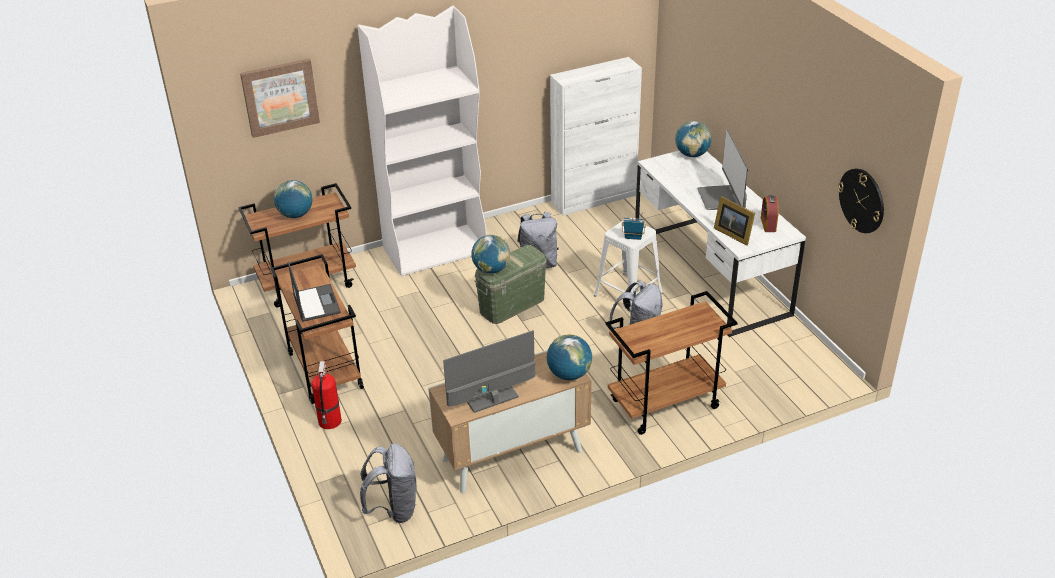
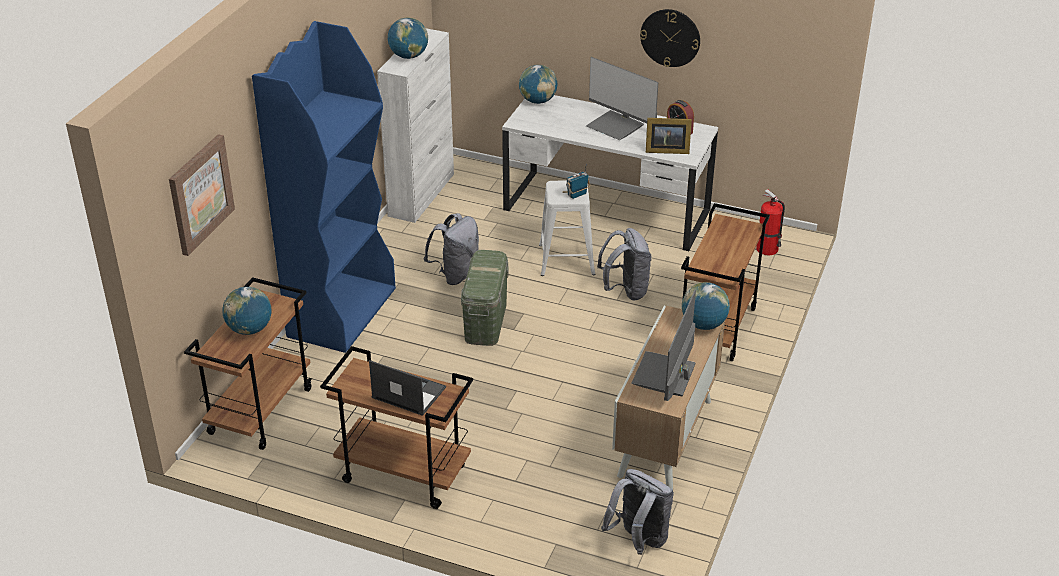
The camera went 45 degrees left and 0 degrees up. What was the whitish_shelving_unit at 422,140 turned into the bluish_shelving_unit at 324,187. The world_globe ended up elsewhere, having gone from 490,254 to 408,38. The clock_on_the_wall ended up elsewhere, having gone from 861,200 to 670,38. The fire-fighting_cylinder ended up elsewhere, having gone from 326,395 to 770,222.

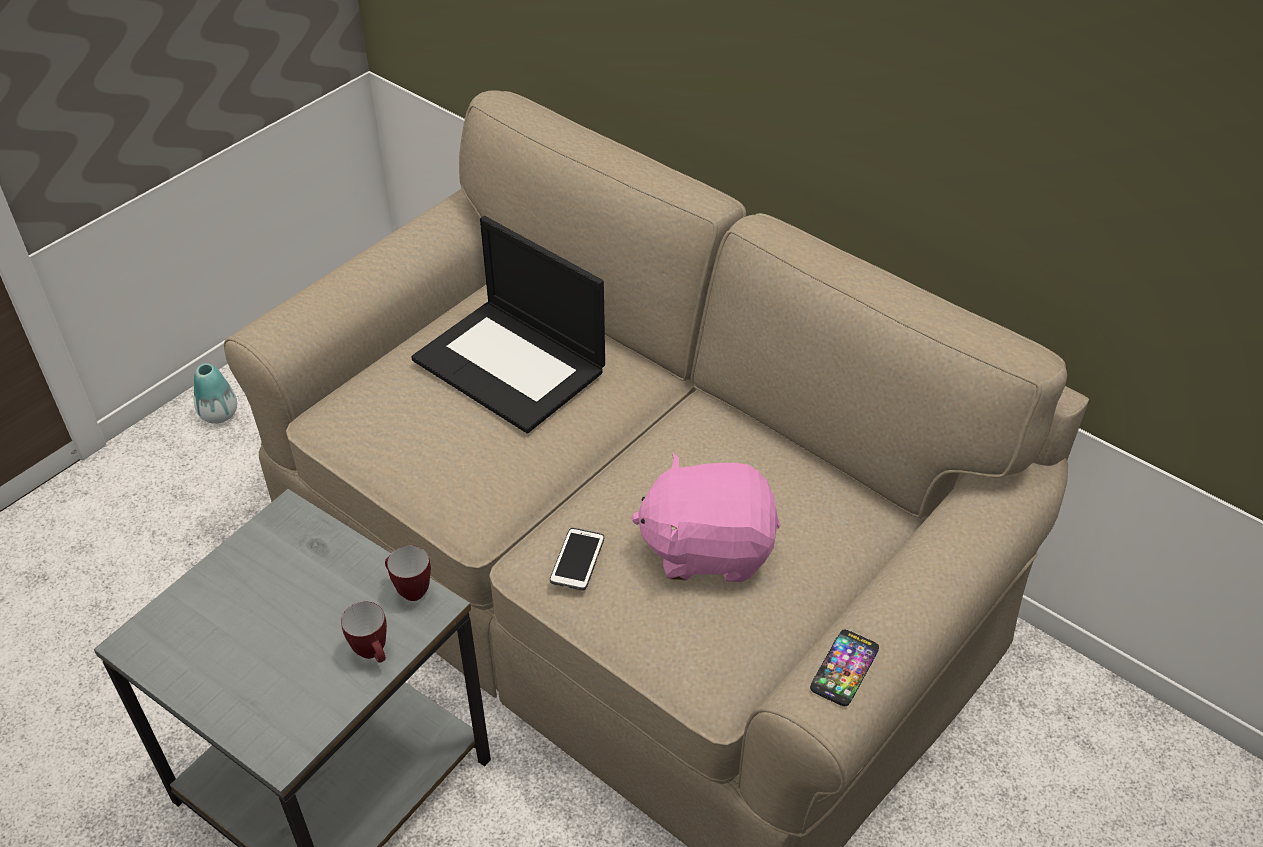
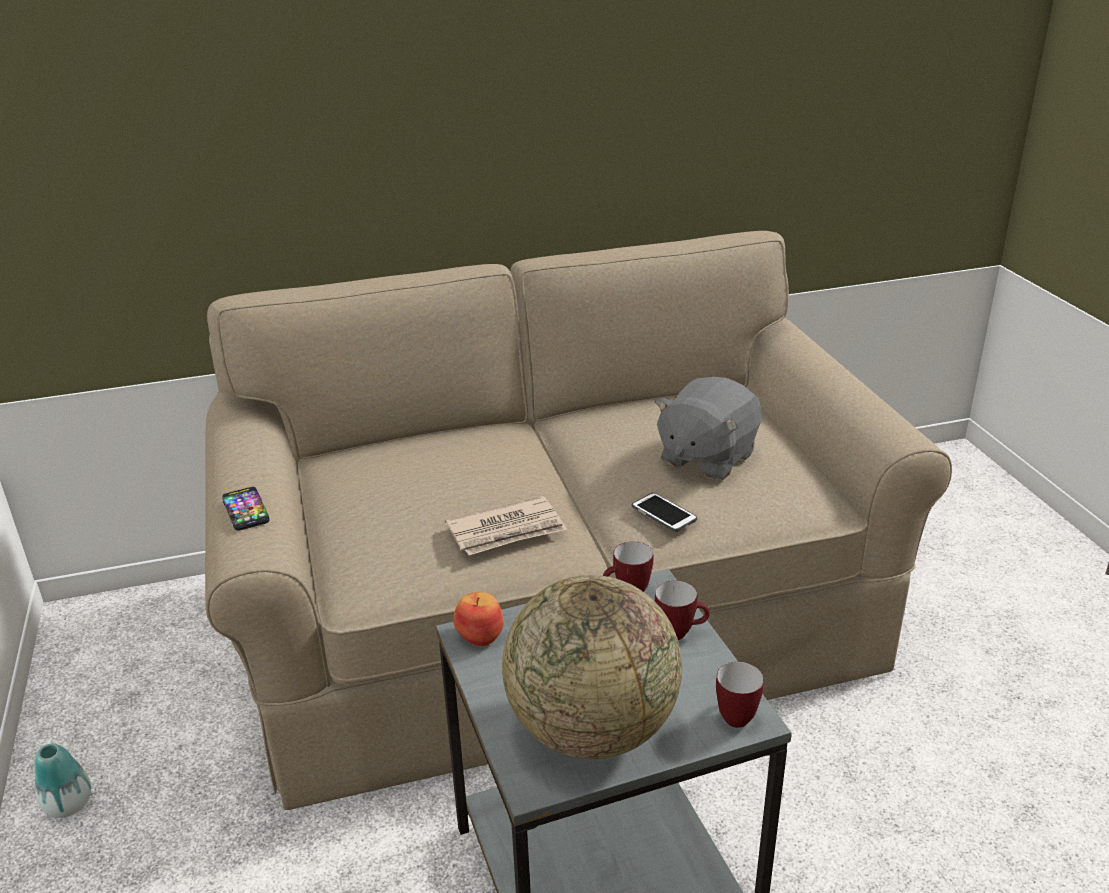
The camera went 55 degrees left and 15 degrees down. The telephone ended up elsewhere, having gone from 844,668 to 246,509. The second view gained the newspaper at 506,525. The second view gained the apple at 478,619. The second view gained the world_globe at 592,667. What was the pink-coloured_plush_toy at 705,517 turned into the grey_plush_toy at 708,428. The second view gained the coffee_mug at 740,695. The second view lost the portable_computer at 508,325.

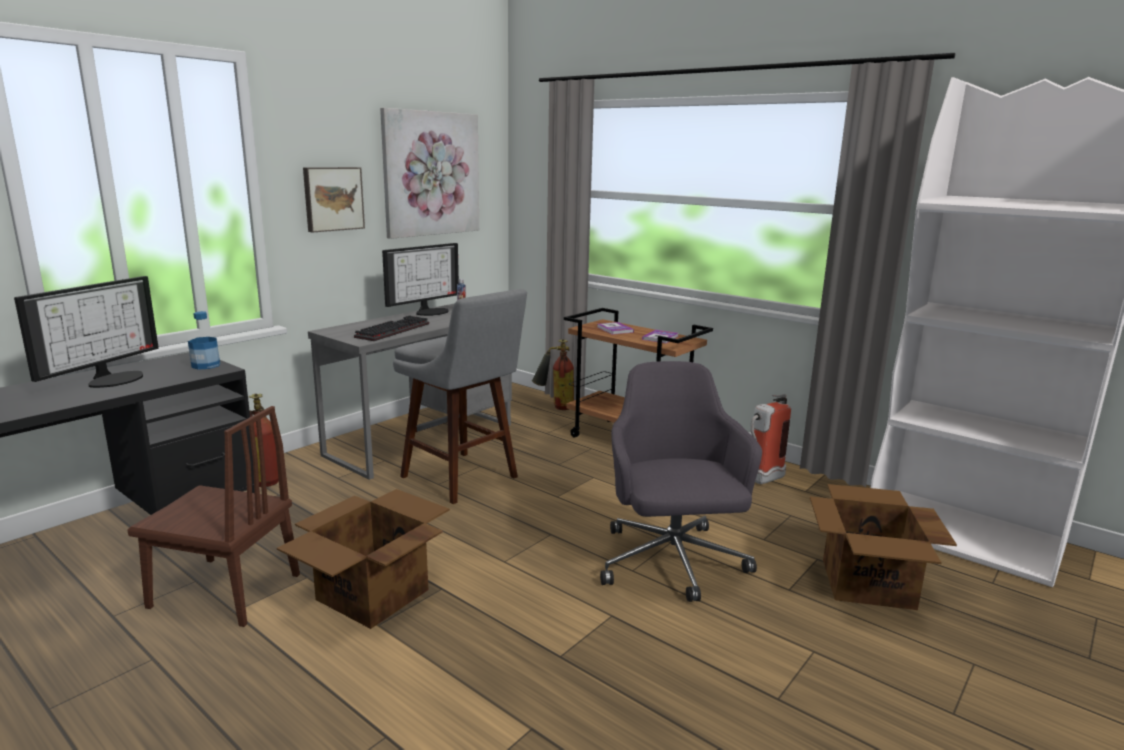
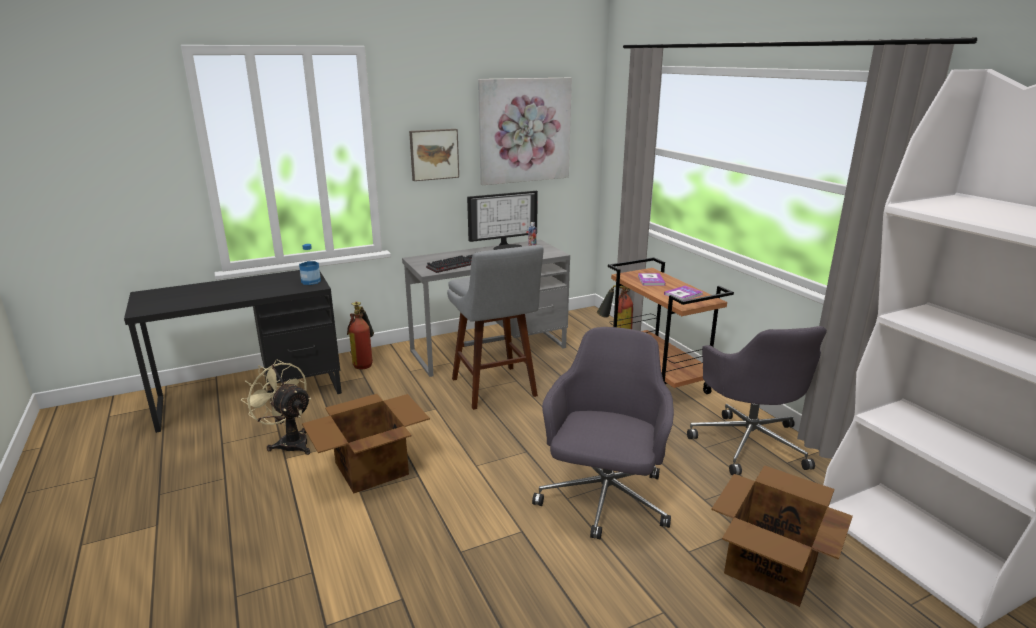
The camera went 25 degrees right and 5 degrees up. Where the brownish_plain_chair stood at 213,516, the beige-coloured_electric_fan came to stand at 276,407. Where the fire-fighting_cylinder stood at 770,439, the grey_computer_chair came to stand at 757,400. The second view lost the monitor at 86,332.

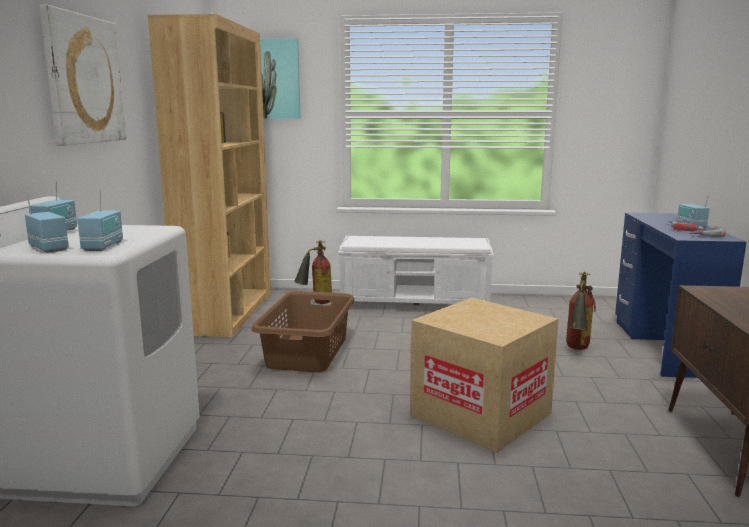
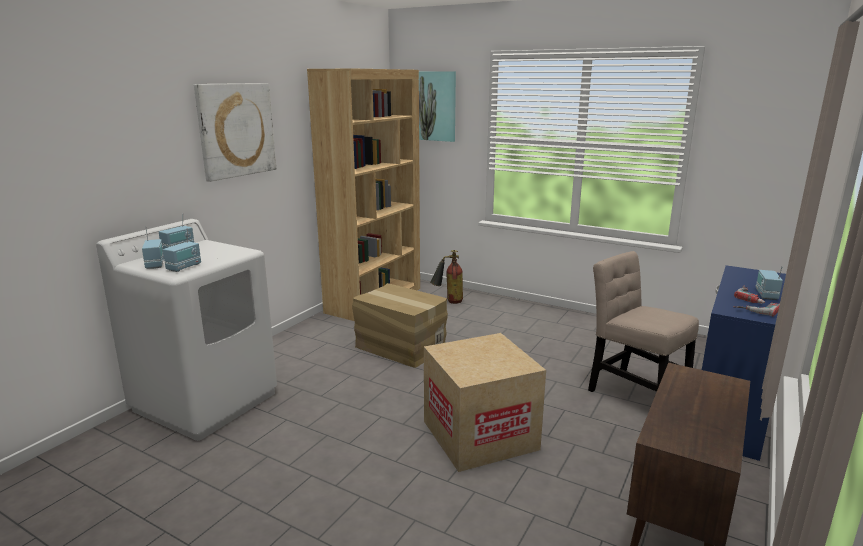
The camera went 25 degrees right and 5 degrees up. Where the brownish_hamper stood at 303,331, the carton came to stand at 400,325. Where the fire-fighting_cylinder stood at 581,311, the beige-coloured_plain_chair came to stand at 643,321. The second view lost the whitish_long_seat at 416,270.

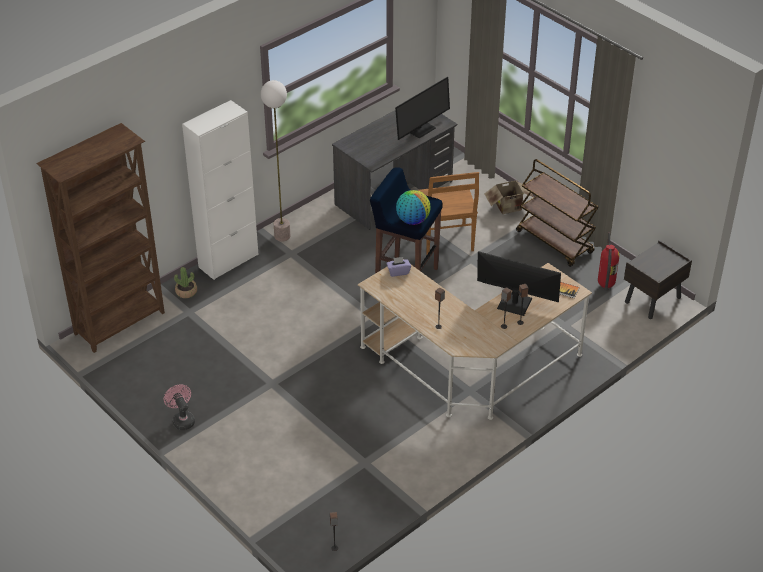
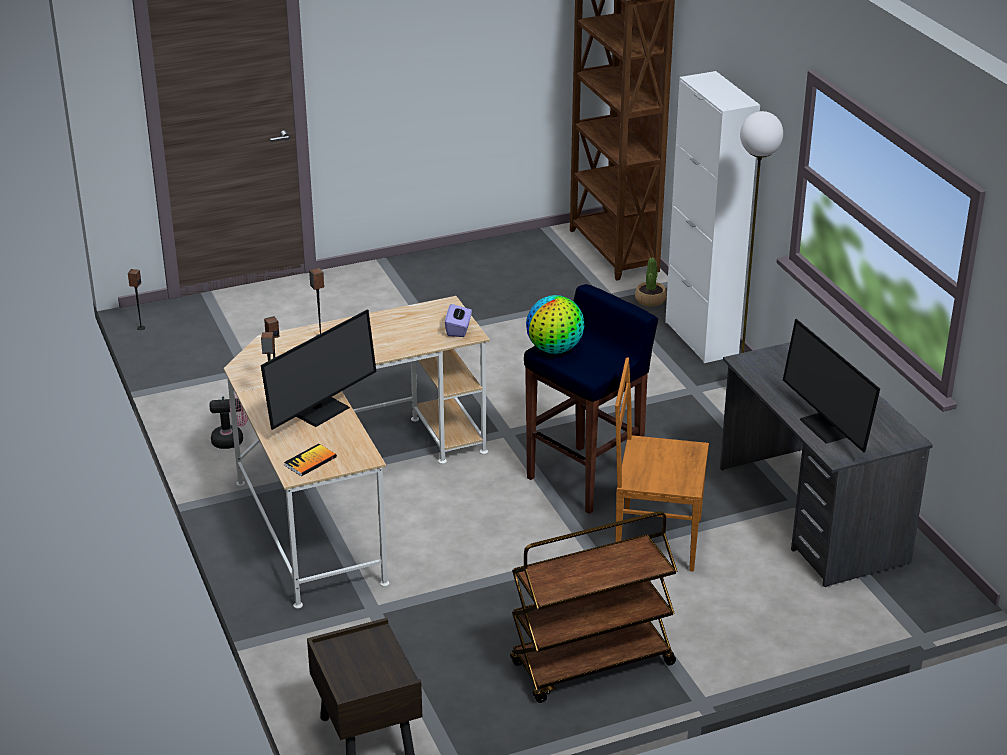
The camera went 110 degrees right and 10 degrees down. The pink-coloured_electric_fan ended up elsewhere, having gone from 179,407 to 229,421. The second view lost the carton at 509,197. The second view lost the fire-fighting_cylinder at 609,261.

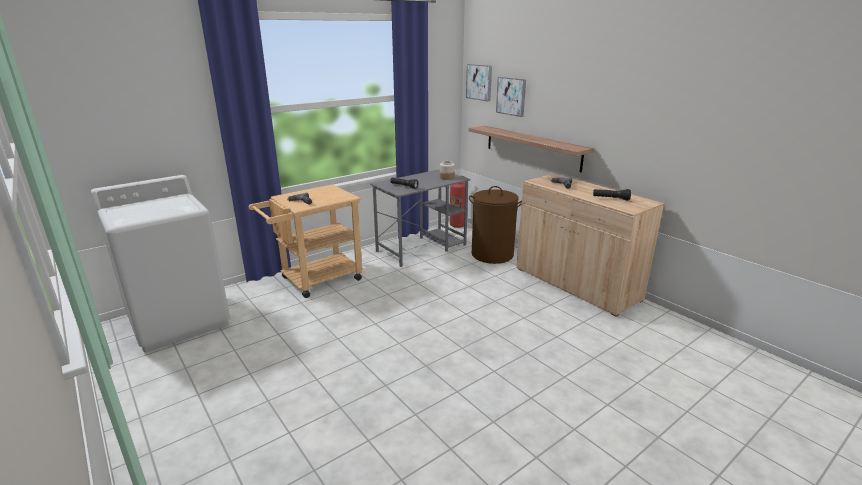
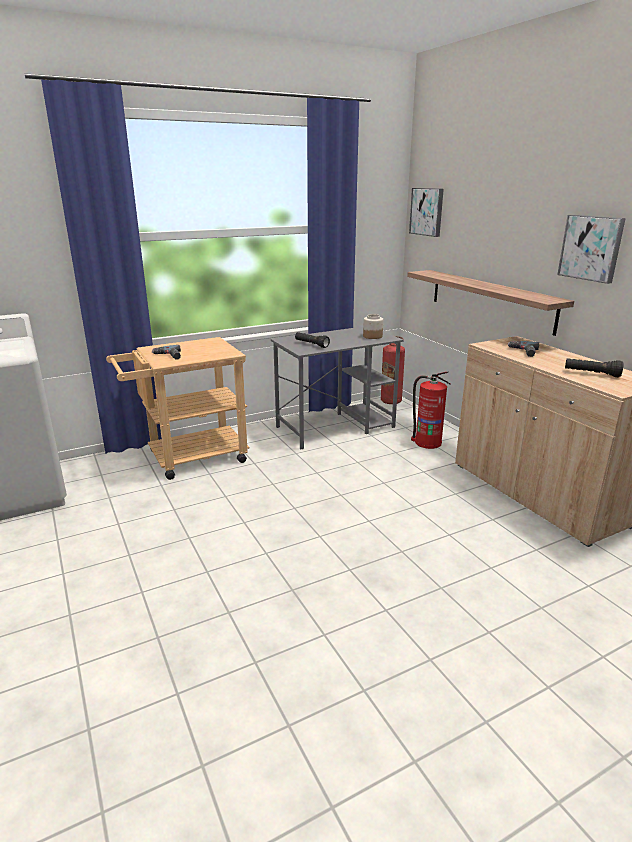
The camera went 10 degrees right and 0 degrees up. Where the brownish_hamper stood at 495,225, the fire-fighting_cylinder came to stand at 431,410. The wall_picture ended up elsewhere, having gone from 511,97 to 591,249.

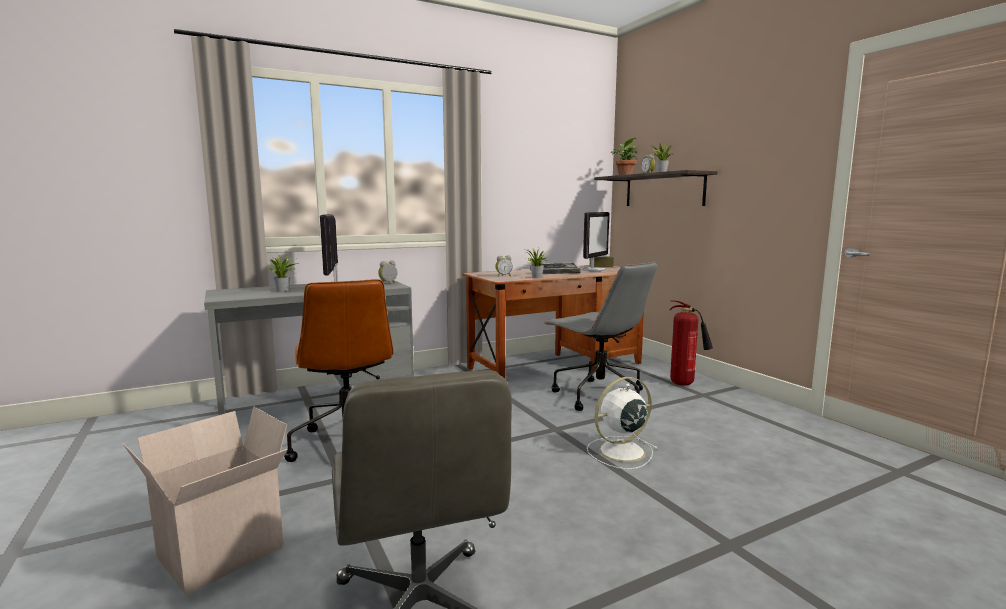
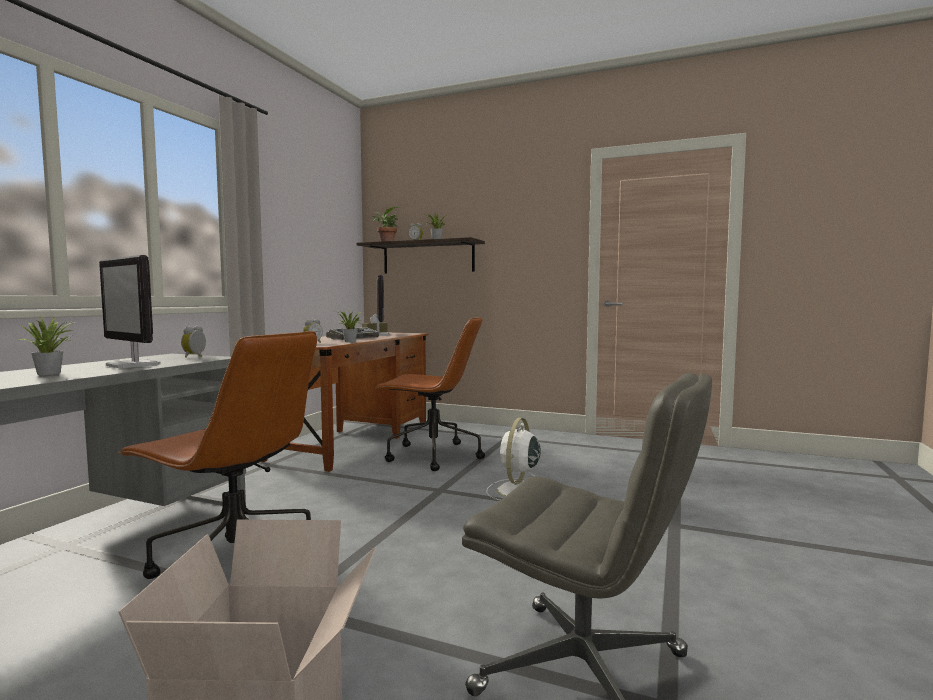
The camera went 40 degrees left and 5 degrees down. What was the grey_computer_chair at 601,336 turned into the brownish_computer_chair at 430,393. The second view lost the fire-fighting_cylinder at 691,342.

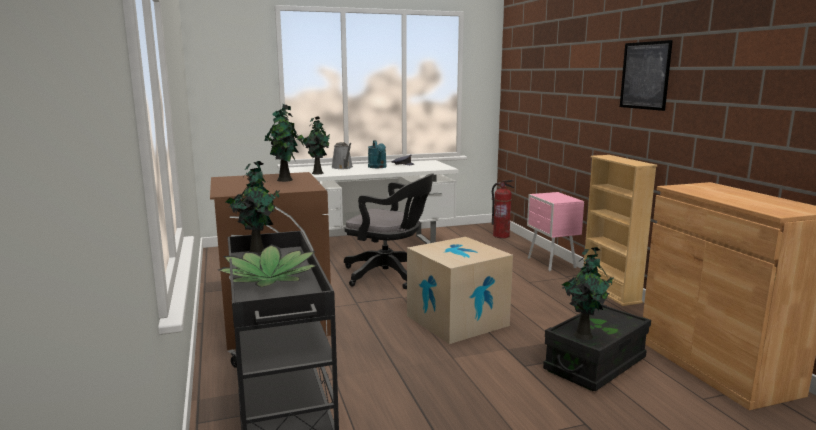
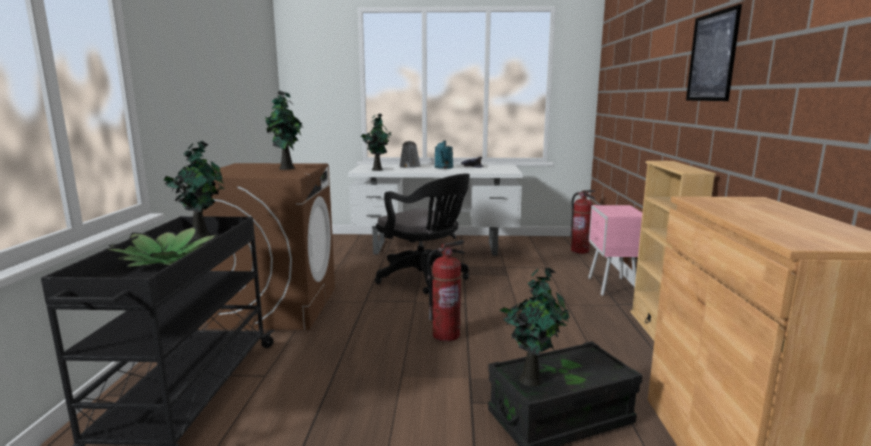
The camera went 20 degrees right and 0 degrees up. Where the carton stood at 460,290, the fire-fighting_cylinder came to stand at 446,291.

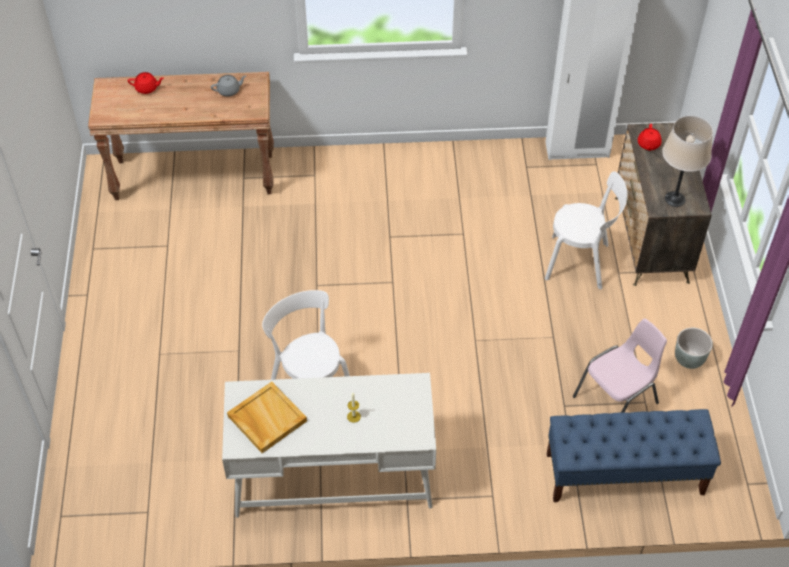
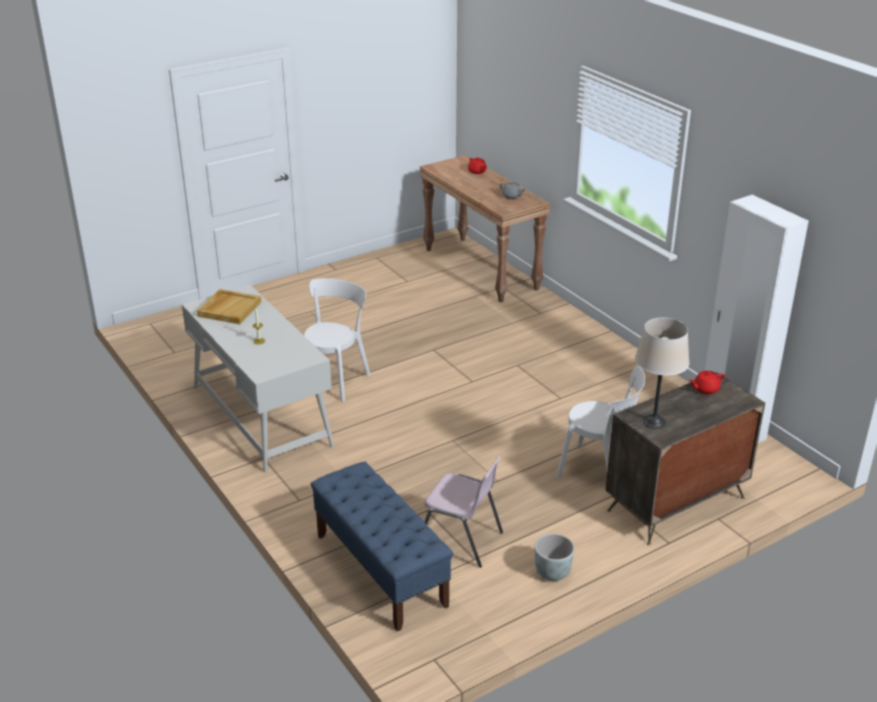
The camera went 60 degrees right and 20 degrees down. The whitish_plain_chair at 586,230 ended up facing another way, 45 degrees counterclockwise from before.

